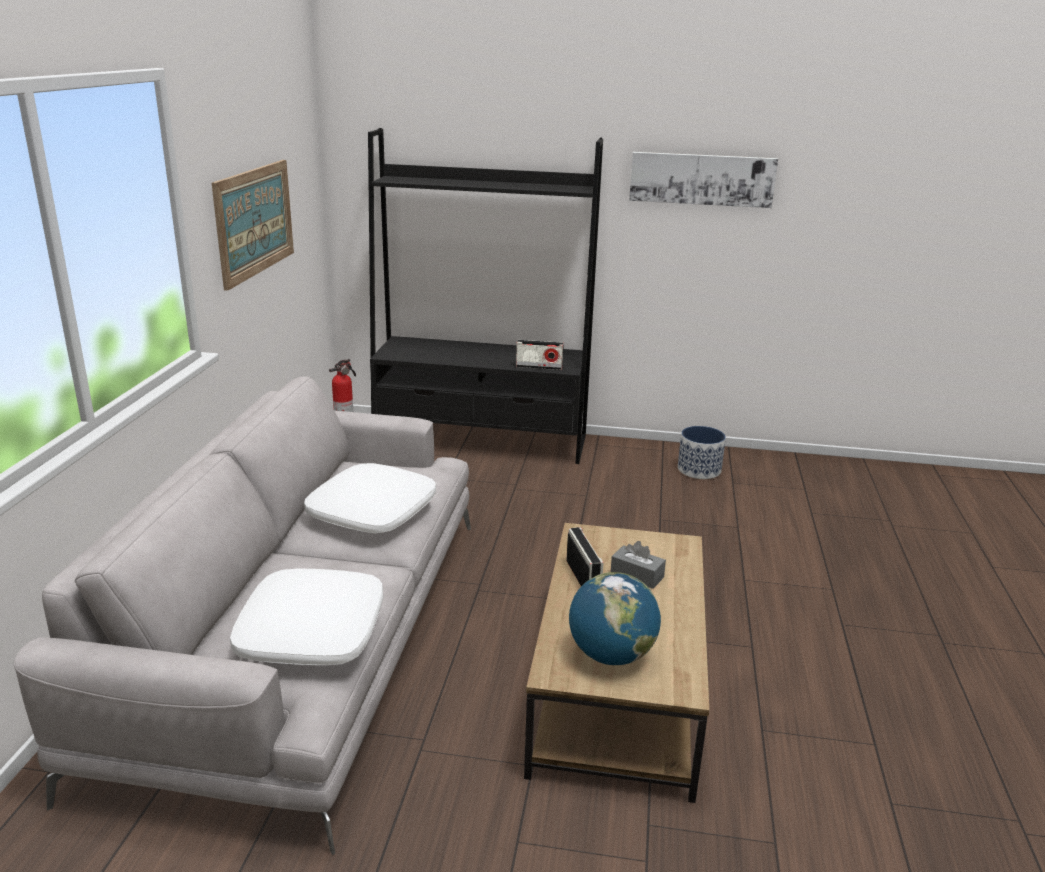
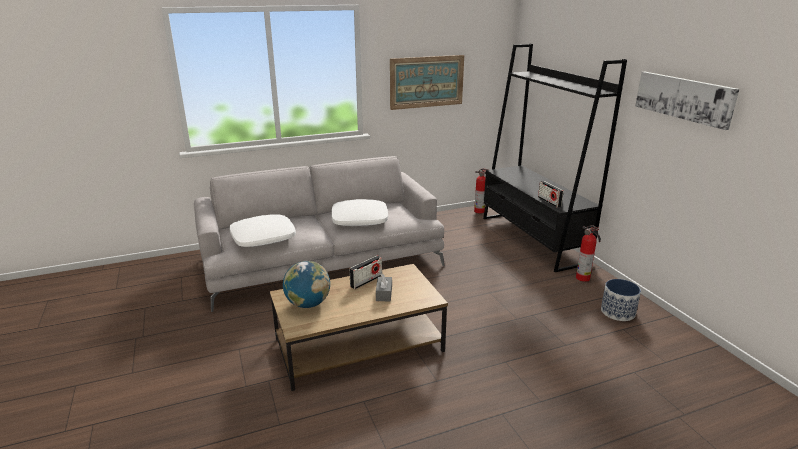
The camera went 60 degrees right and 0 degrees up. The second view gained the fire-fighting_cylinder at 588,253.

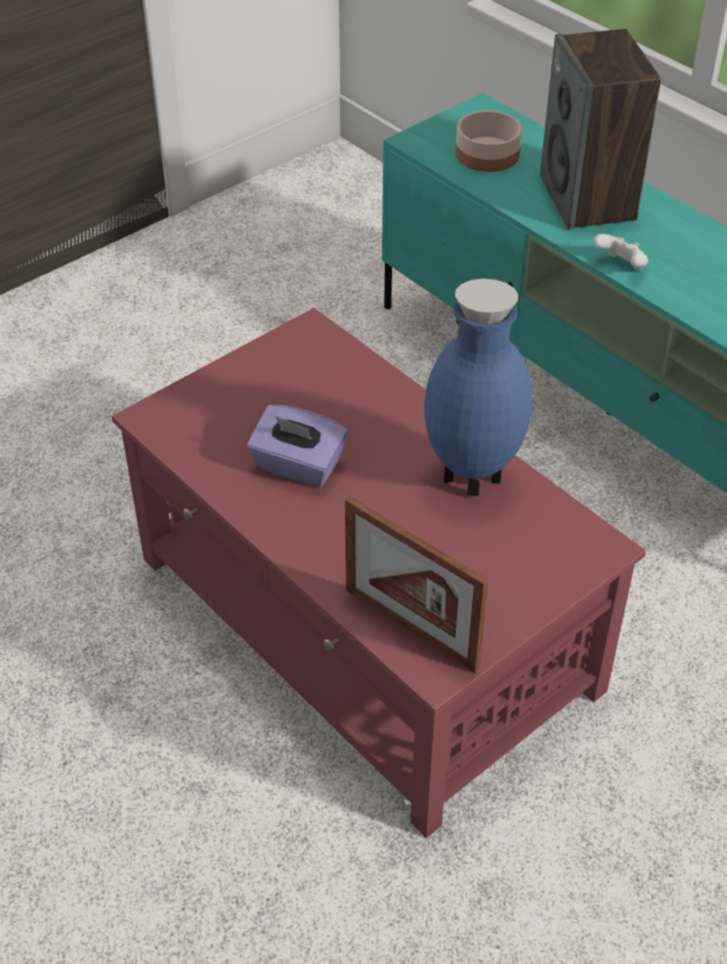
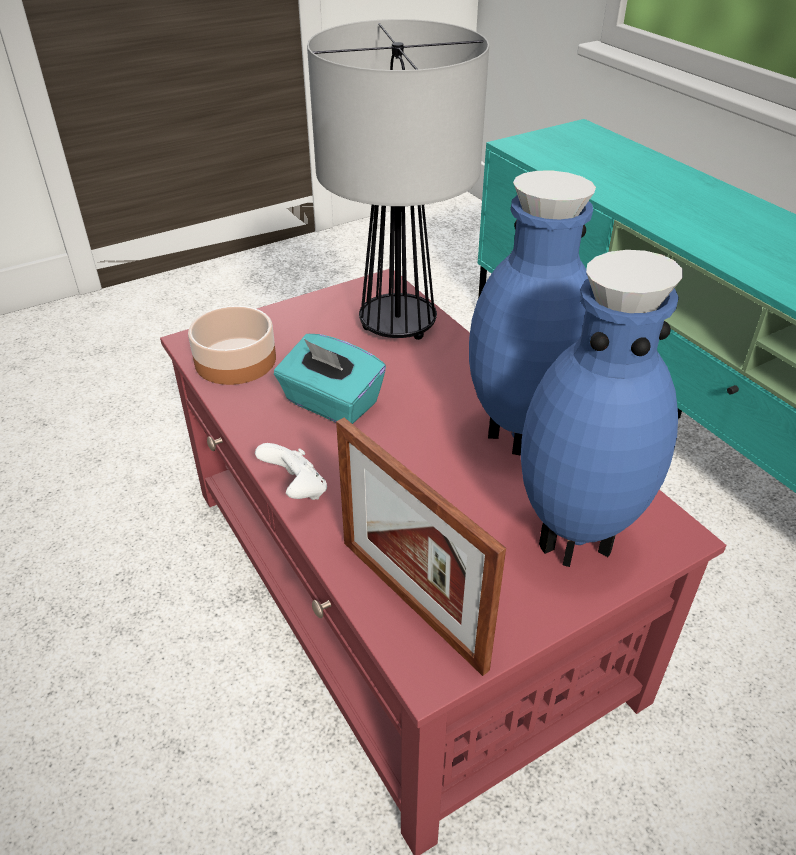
The camera went 10 degrees right and 5 degrees down. The deep_dish ended up elsewhere, having gone from 489,141 to 232,345. The whitish_game_controller ended up elsewhere, having gone from 621,252 to 291,471. What was the purple_tissue_holder at 297,446 turned into the blue-green_tissue_holder at 330,379. The second view gained the tabletop_lamp at 398,179. The second view gained the bluish_decorative_vase at 602,408. The second view lost the speaker at 600,129.

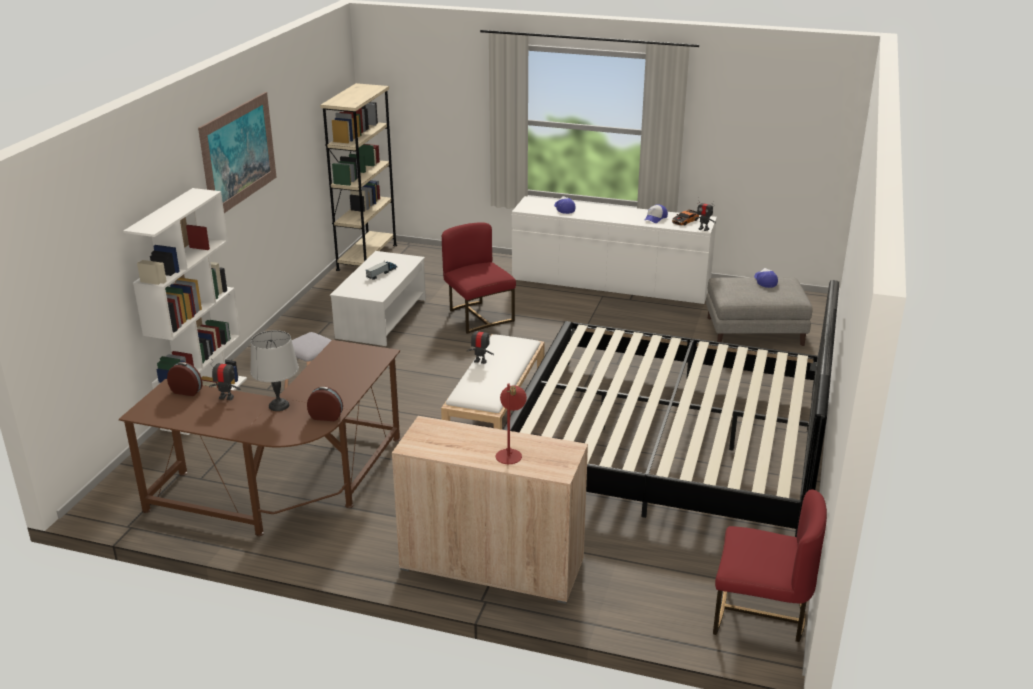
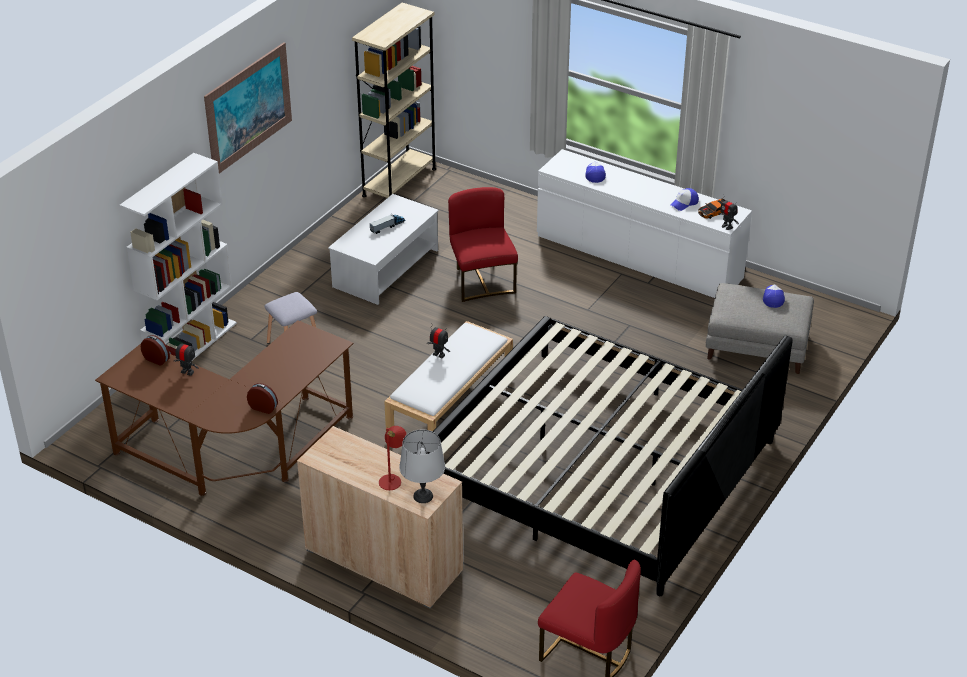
The camera went 15 degrees right and 10 degrees up. The grey_tabletop_lamp ended up elsewhere, having gone from 274,370 to 422,466.

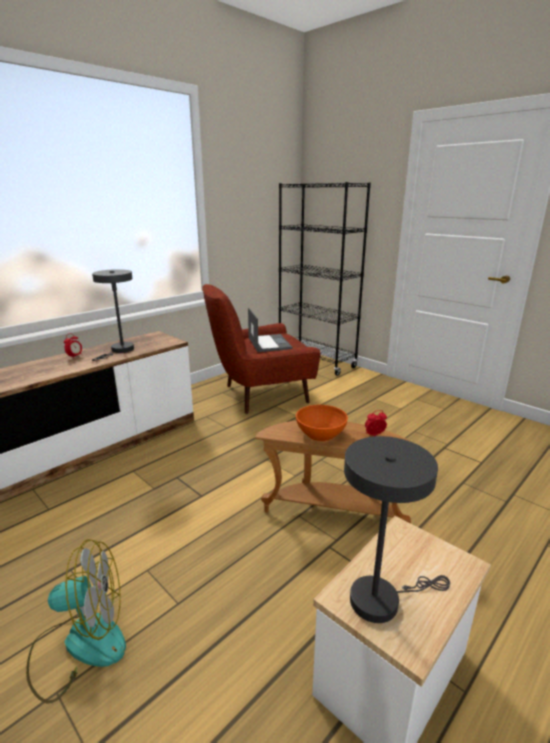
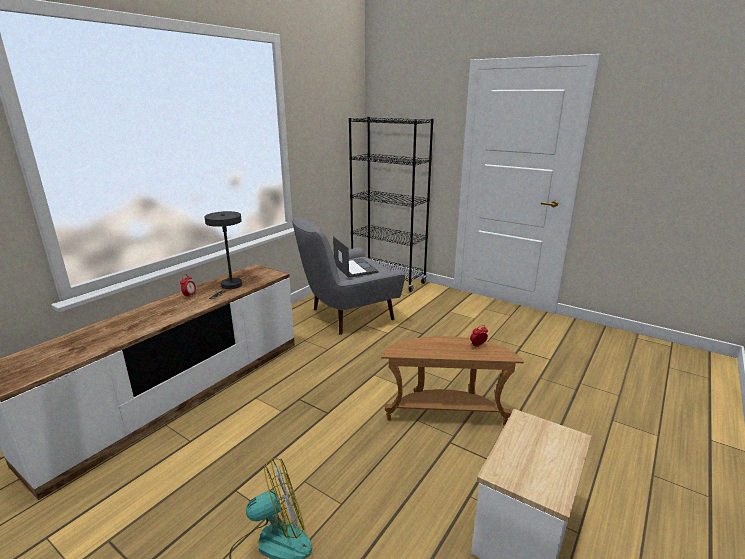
The camera went 10 degrees left and 0 degrees up. What was the red-coloured_armchair at 261,349 turned into the grey_armchair at 348,276. The second view lost the orange-coloured_deep_dish at 322,423. The second view lost the grey_tabletop_lamp at 397,529.

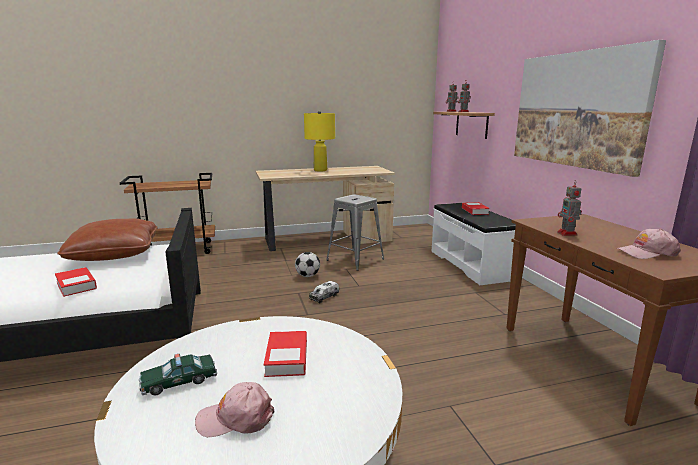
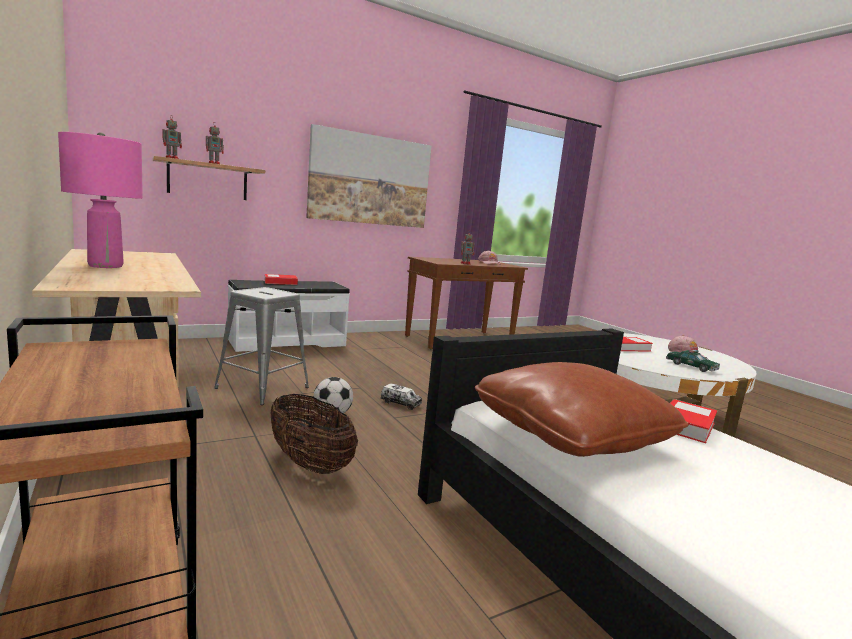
The camera went 105 degrees left and 5 degrees down. What was the yellowish_tabletop_lamp at 319,141 turned into the pink-coloured_tabletop_lamp at 100,200. The second view gained the basket at 314,434.

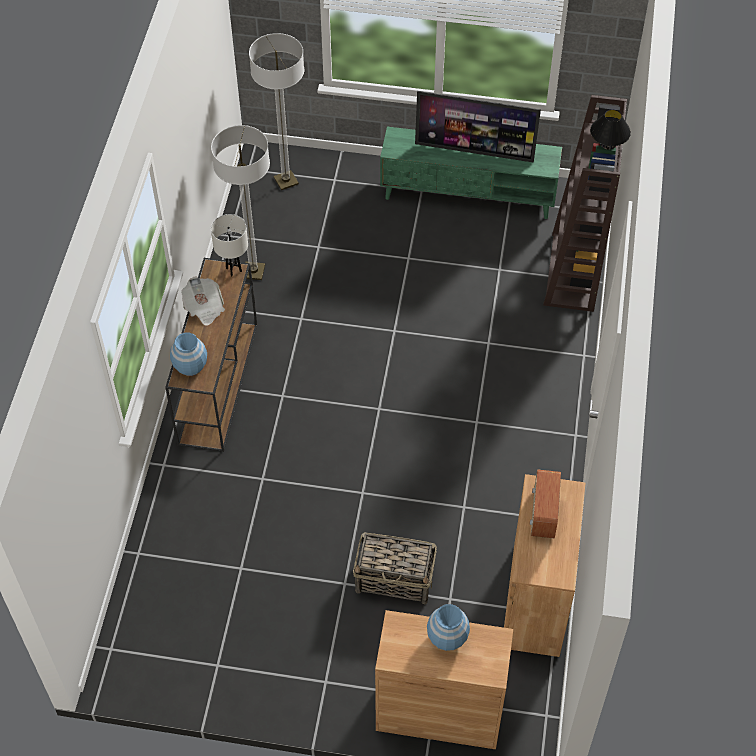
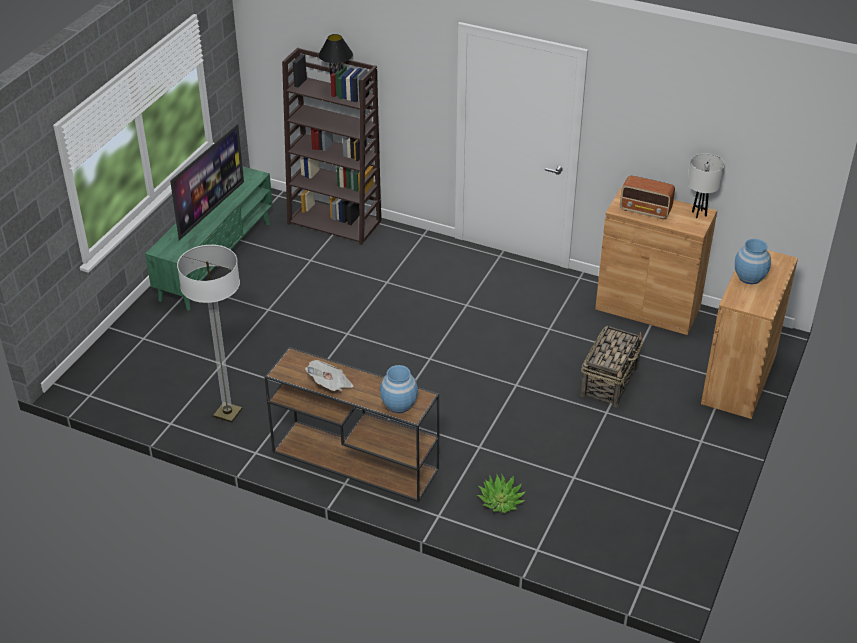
The camera went 75 degrees left and 15 degrees down. The second view gained the houseplant at 501,493. The whitish_tabletop_lamp ended up elsewhere, having gone from 229,245 to 706,185. The second view lost the floor_lamp at 276,111.

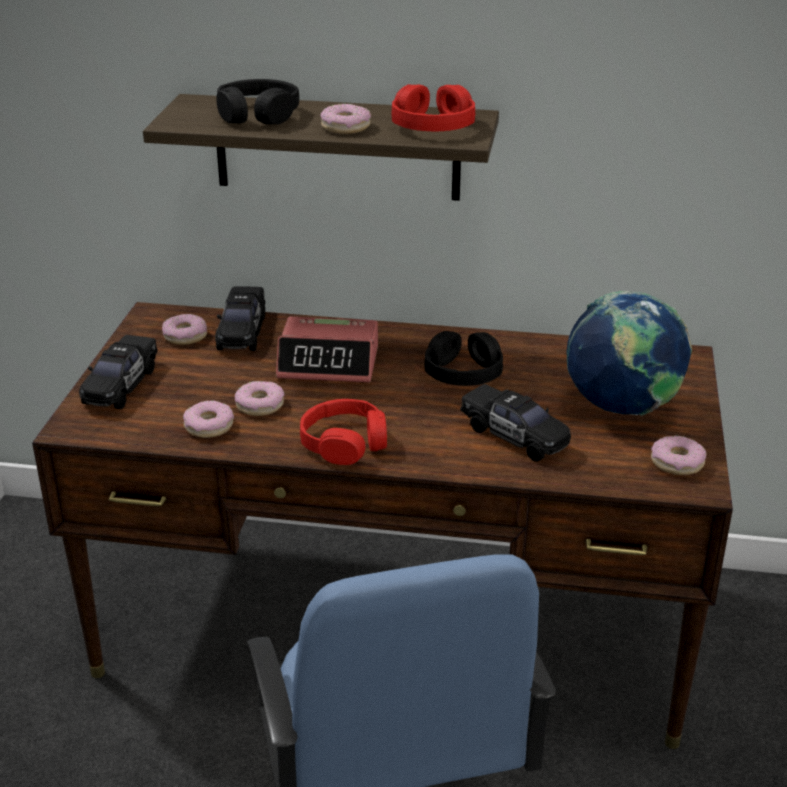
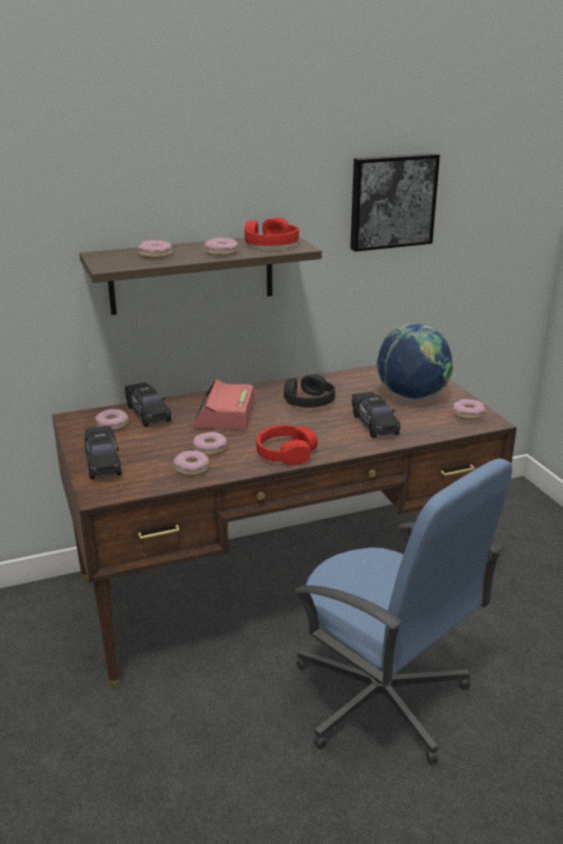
The camera went 30 degrees left and 5 degrees down. Where the black_headset stood at 257,101, the ring_doughnut came to stand at 155,249. The bedside_clock at 327,349 ended up facing another way, 120 degrees clockwise from before. The second view gained the wall_picture at 395,202. The black_model_car at 515,423 ended up facing another way, 60 degrees clockwise from before.

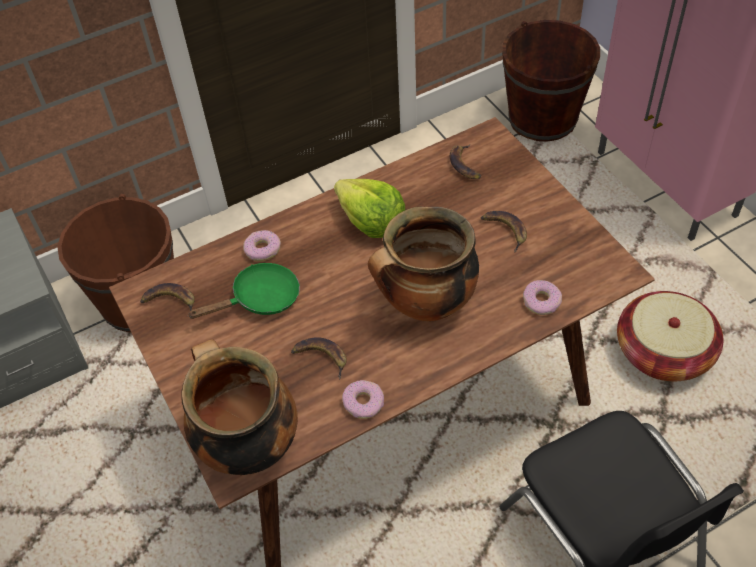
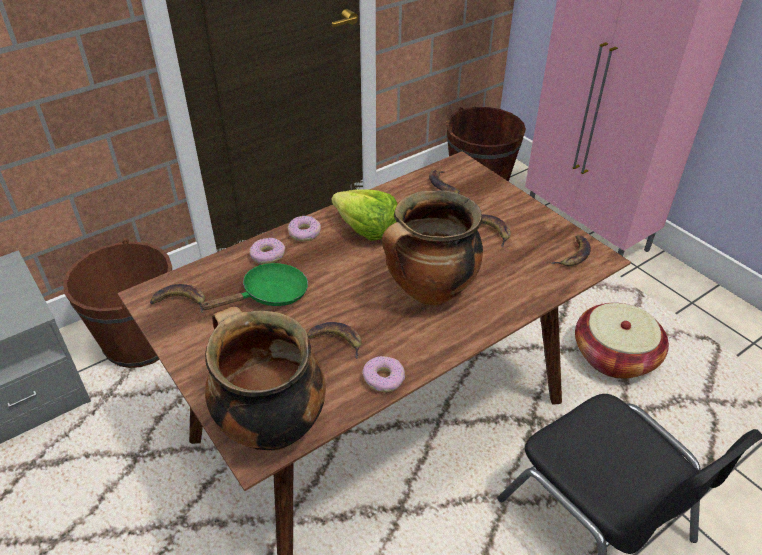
The camera went 10 degrees left and 10 degrees down. The ring_doughnut ended up elsewhere, having gone from 542,297 to 304,229. The second view gained the whole_banana at 570,251.

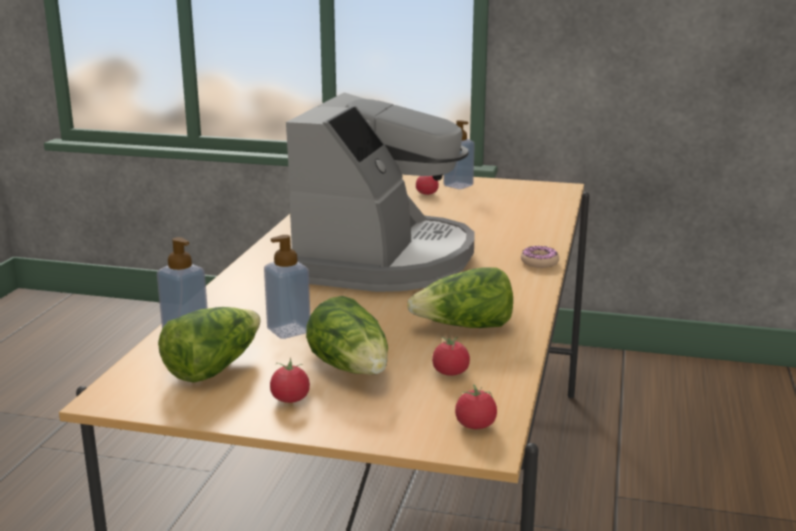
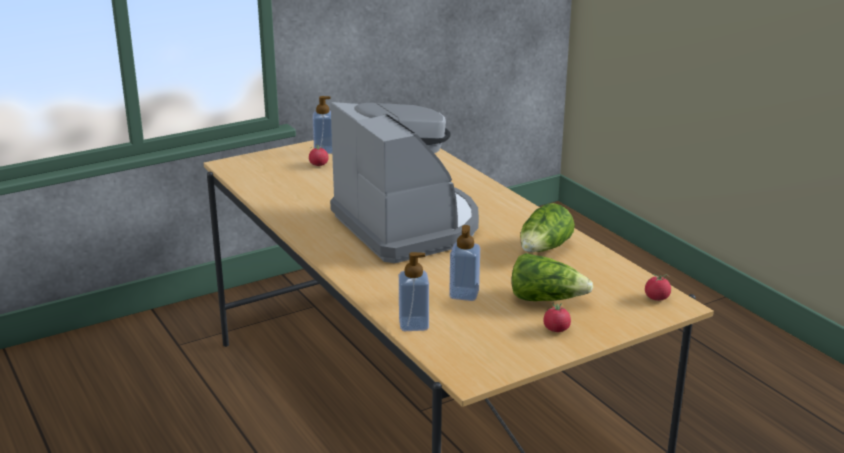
The camera went 45 degrees left and 5 degrees up. The second view lost the lettuce at 209,345. The second view lost the fresh_tomato at 451,356. The second view lost the ring_doughnut at 540,257.

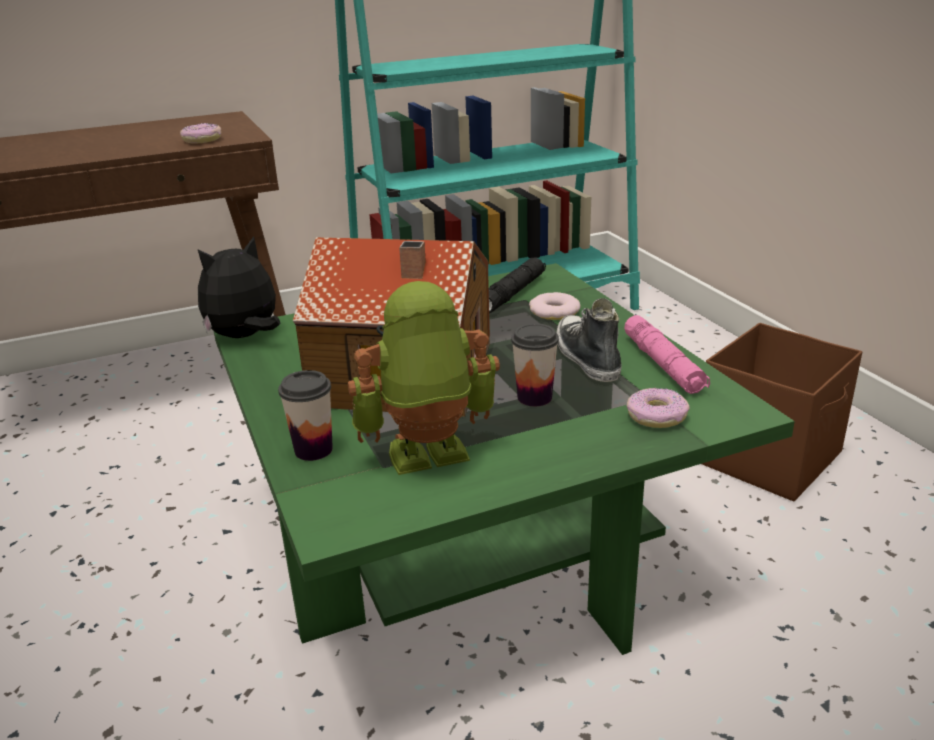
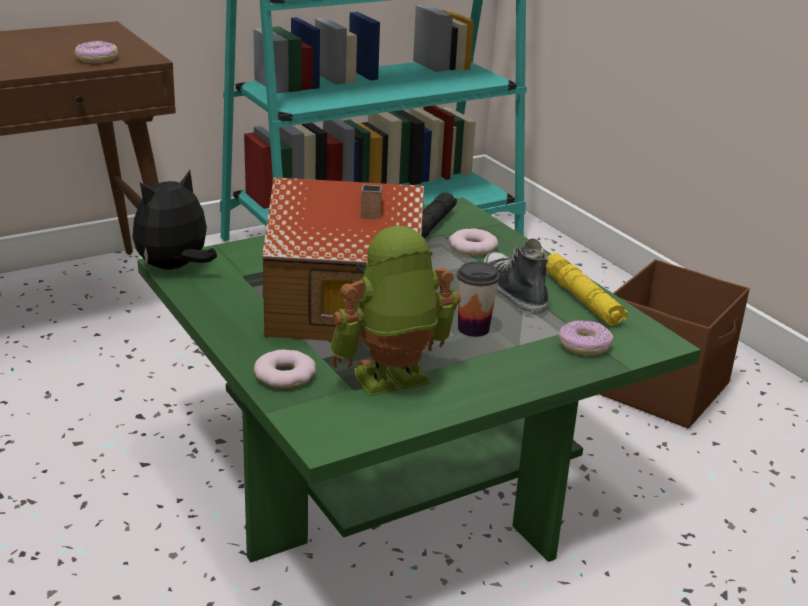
The camera went 10 degrees left and 0 degrees up. Where the cup stood at 305,415, the ring_doughnut came to stand at 285,368. What was the pink-coloured_flashlight at 667,354 turned into the yellowish_flashlight at 587,289.

